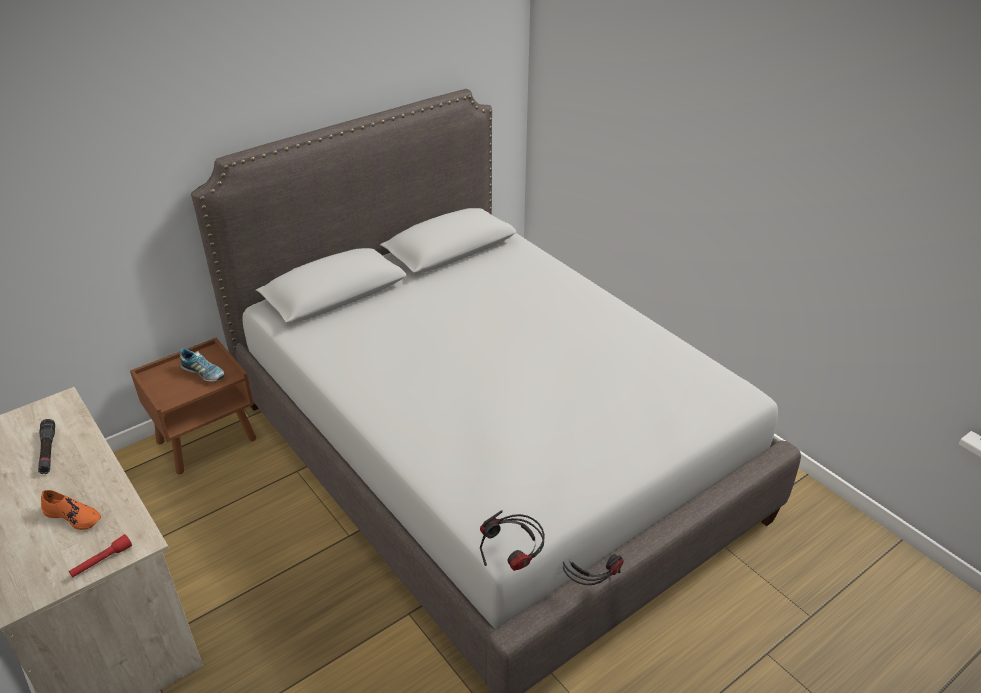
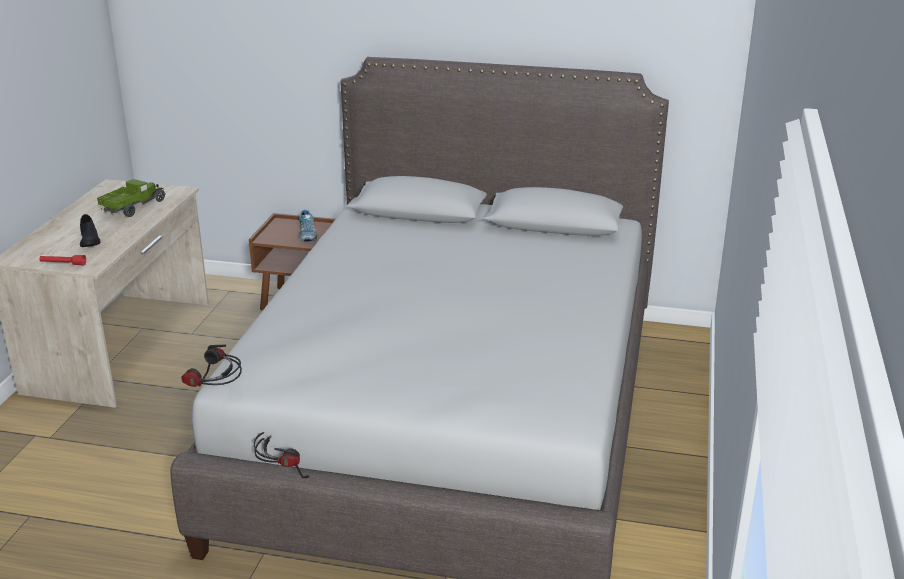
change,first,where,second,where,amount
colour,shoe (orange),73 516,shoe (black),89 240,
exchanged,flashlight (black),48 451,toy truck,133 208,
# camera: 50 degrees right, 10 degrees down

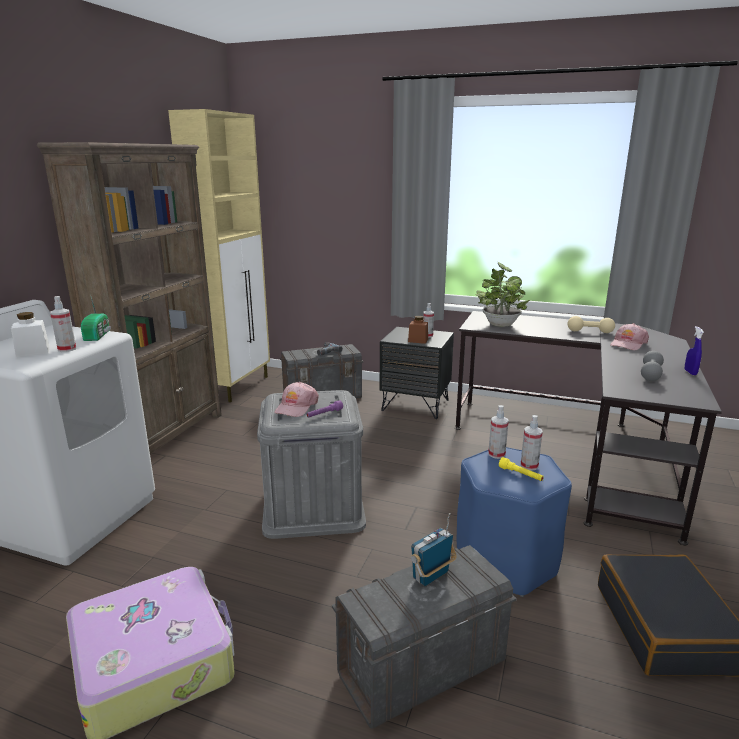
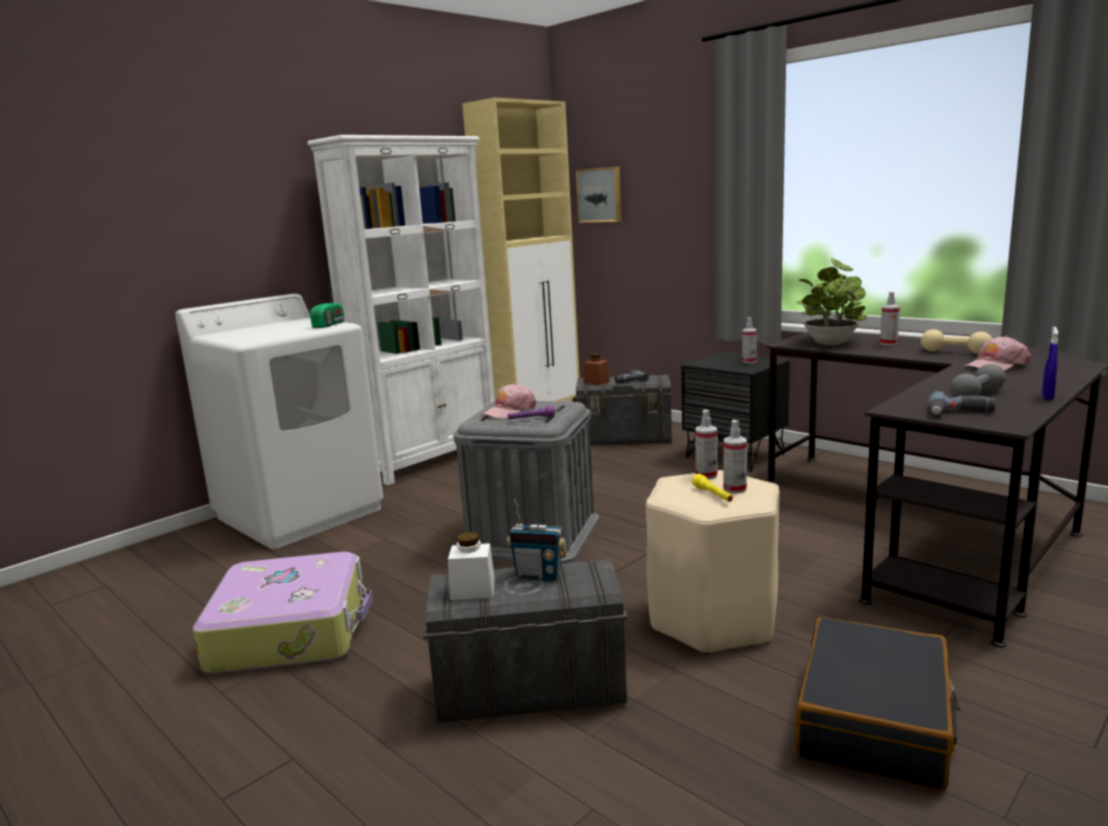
change,first,where,second,where,amount
colour,bookcase (brown),166 436,bookcase (white),431 459,
relocated,jar (white),33 352,,473 590,
spun,radio,431 576,,538 576,150 degrees counterclockwise
appeared,,,picture,600 195,
relocated,jar (brown),418 340,,596 382,
colour,stool (blue),505 561,stool (beige),713 619,
relocated,spray bottle,67 349,,888 343,
appeared,,,power drill,960 413,
# camera: 25 degrees right, 5 degrees down

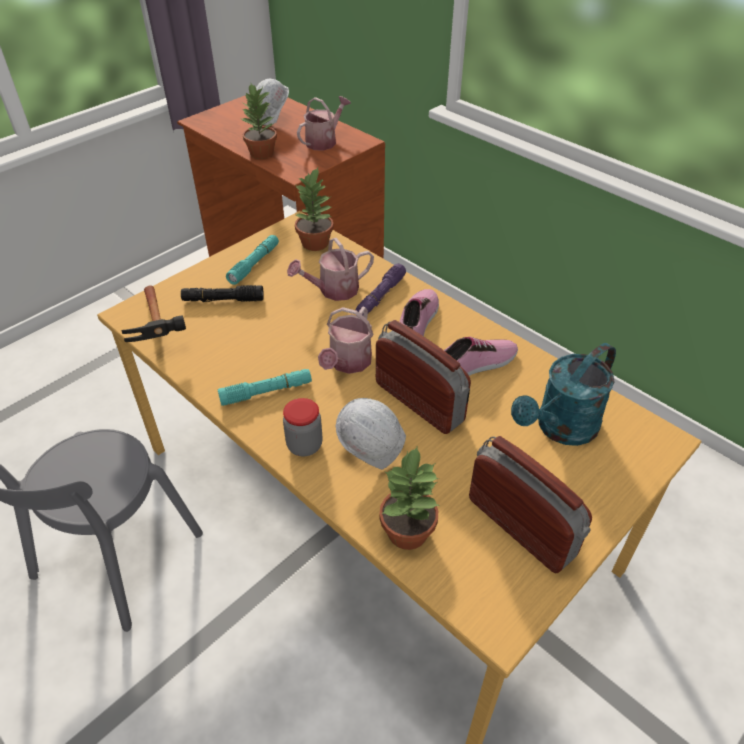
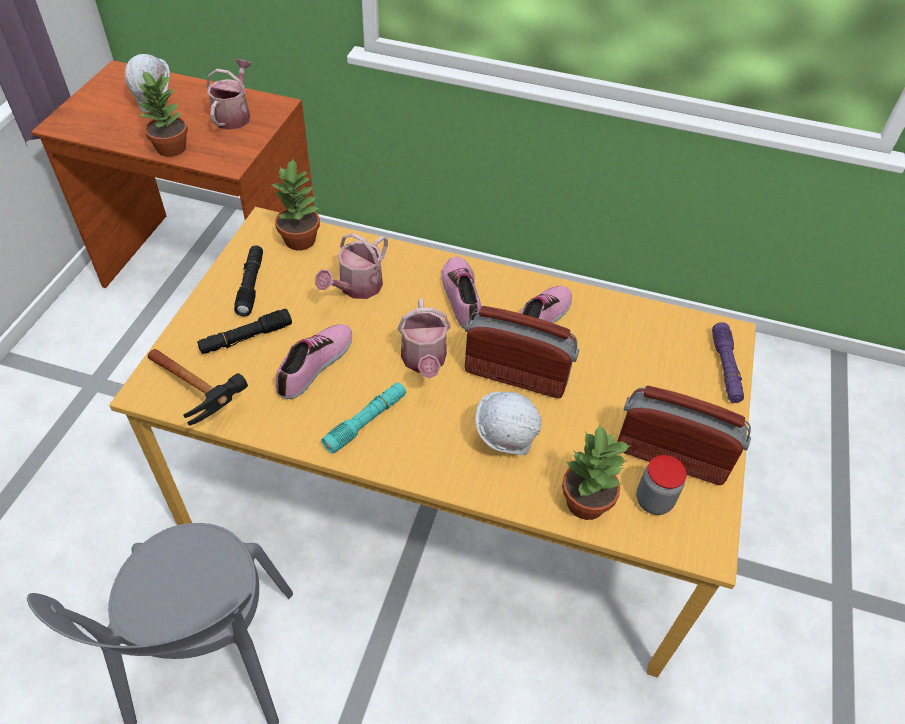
change,first,where,second,where,amount
colour,flashlight (turquoise),254 264,flashlight (black),251 285,
appeared,,,shoe,316 364,
relocated,jar,304 445,,653 501,
relocated,flashlight (purple),380 296,,725 368,
missing,watering can (turquoise),560 429,,,
# camera: 30 degrees left, 5 degrees up

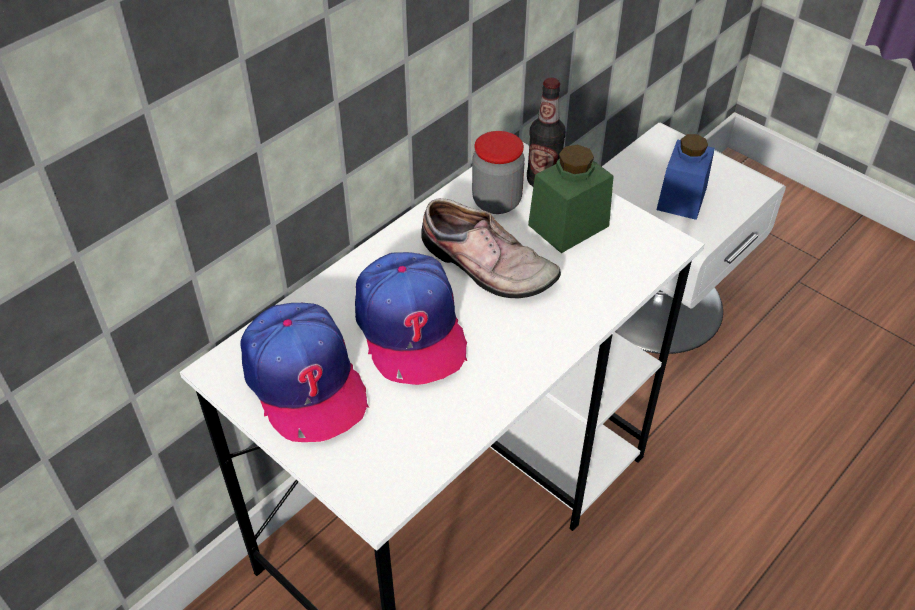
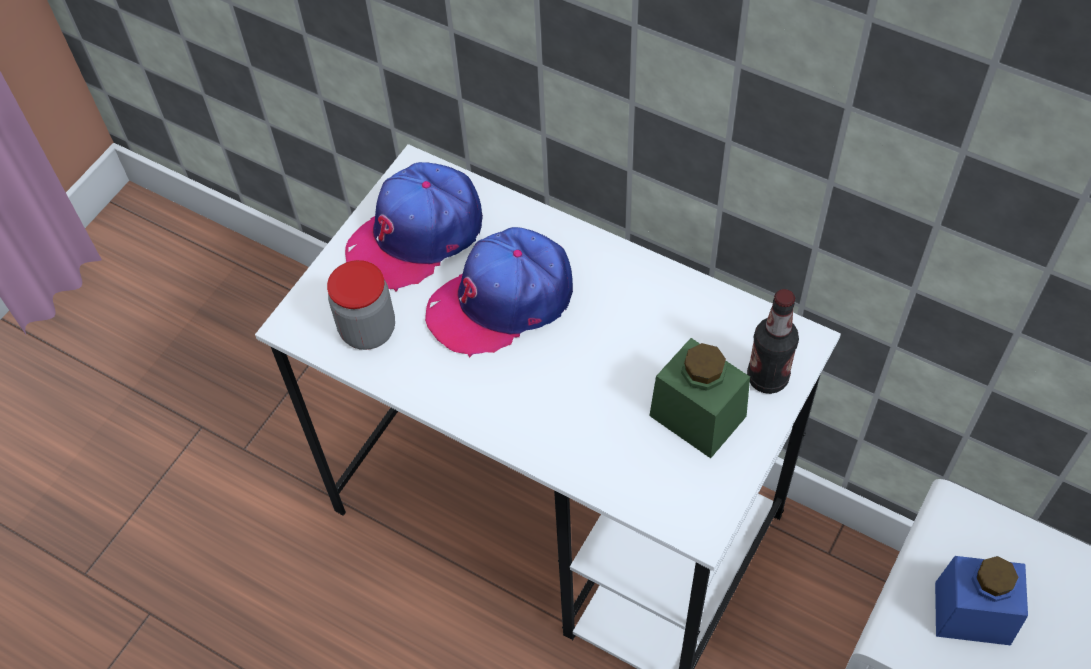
change,first,where,second,where,amount
relocated,jar,496 201,,368 330,
missing,shoe,485 266,,,
# camera: 80 degrees right, 10 degrees up

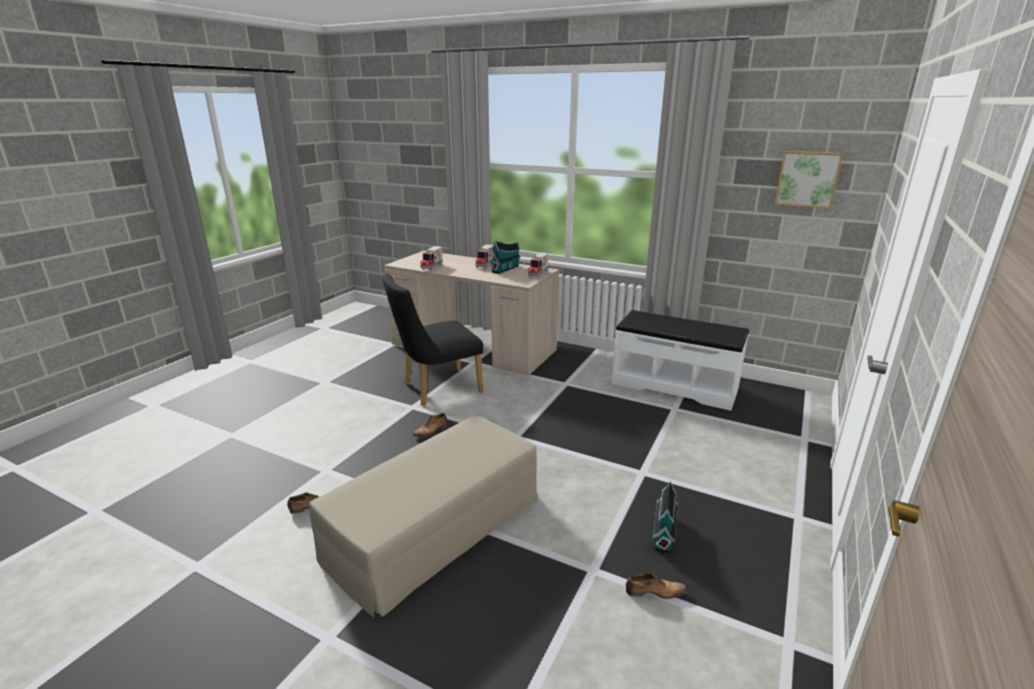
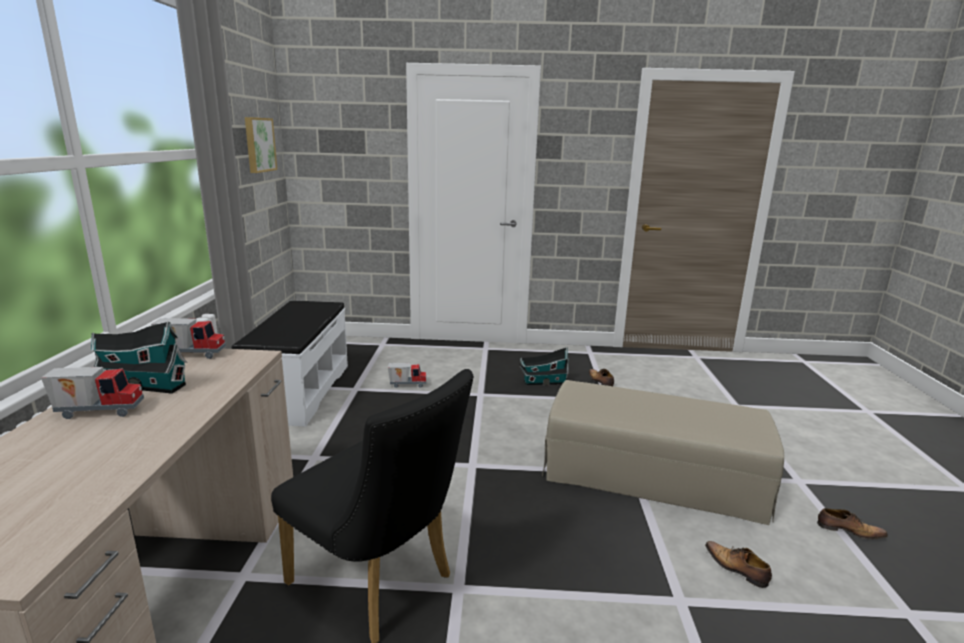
change,first,where,second,where,amount
relocated,toy truck,432 267,,407 384,
relocated,shoe,431 431,,848 531,
# camera: 115 degrees left, 5 degrees down

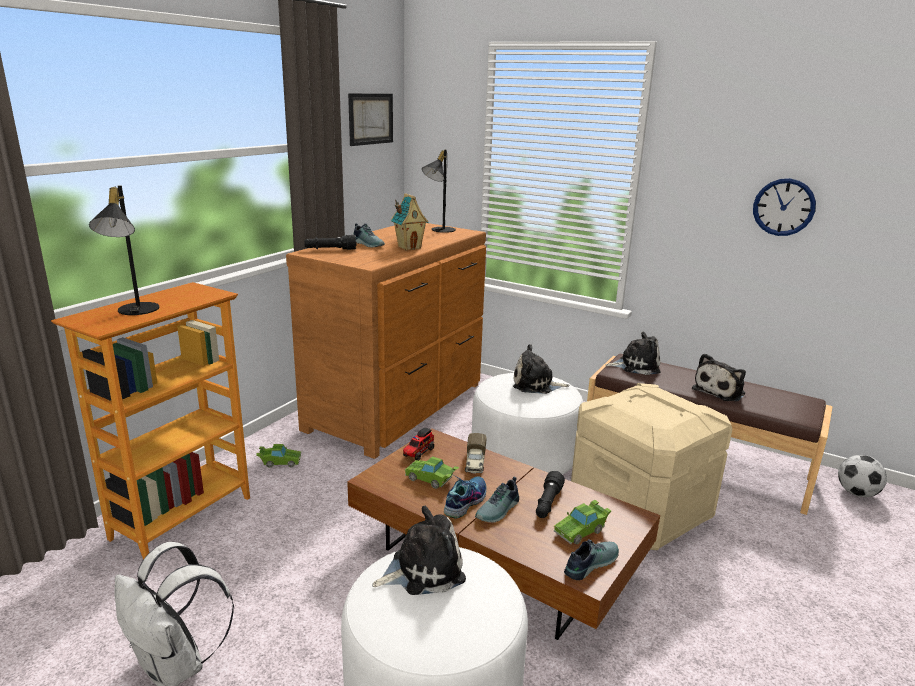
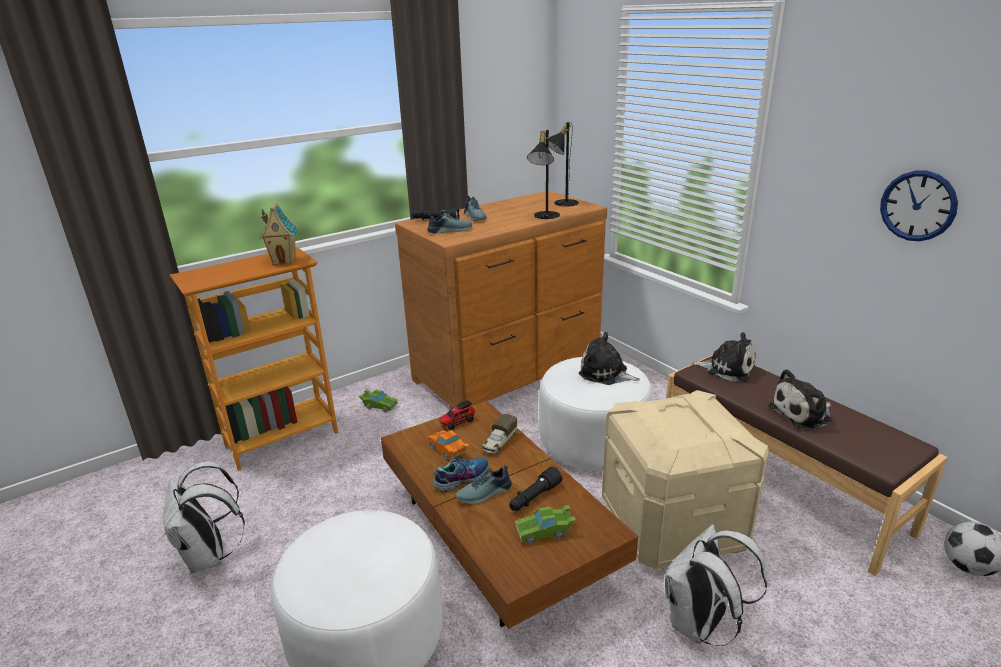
change,first,where,second,where,amount
relocated,toy house,409 247,,284 260,
relocated,shoe,589 563,,449 230,
colour,toy car (green),431 480,toy car (orange),448 451,
relocated,table lamp (black),134 311,,544 216,
appeared,,,backpack (white),700 625,
missing,picture,370 119,,,
missing,plush toy,423 569,,,
# camera: 25 degrees right, 5 degrees up

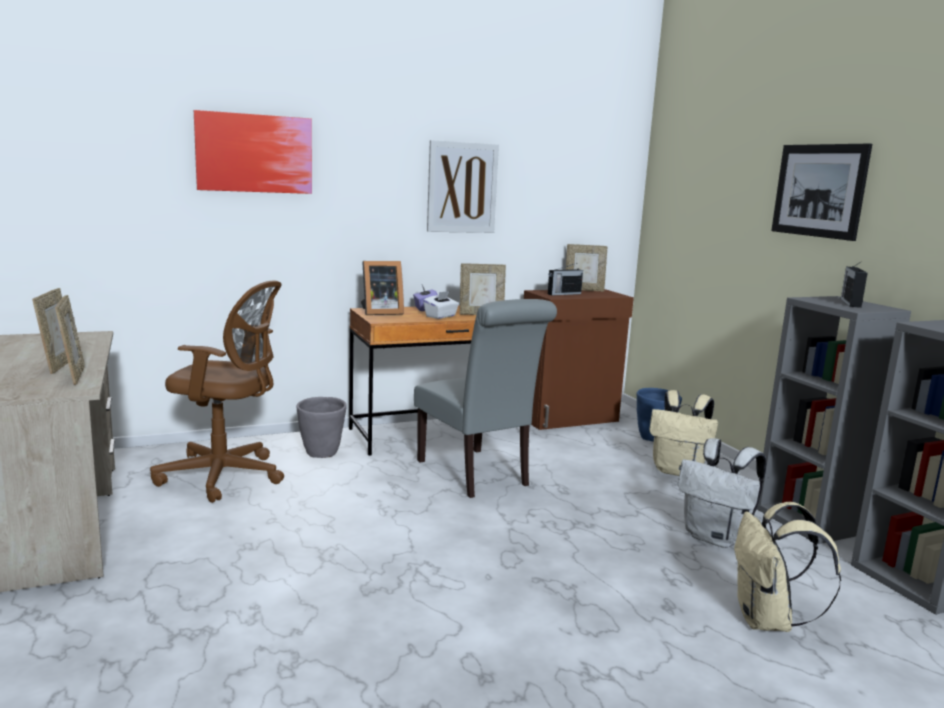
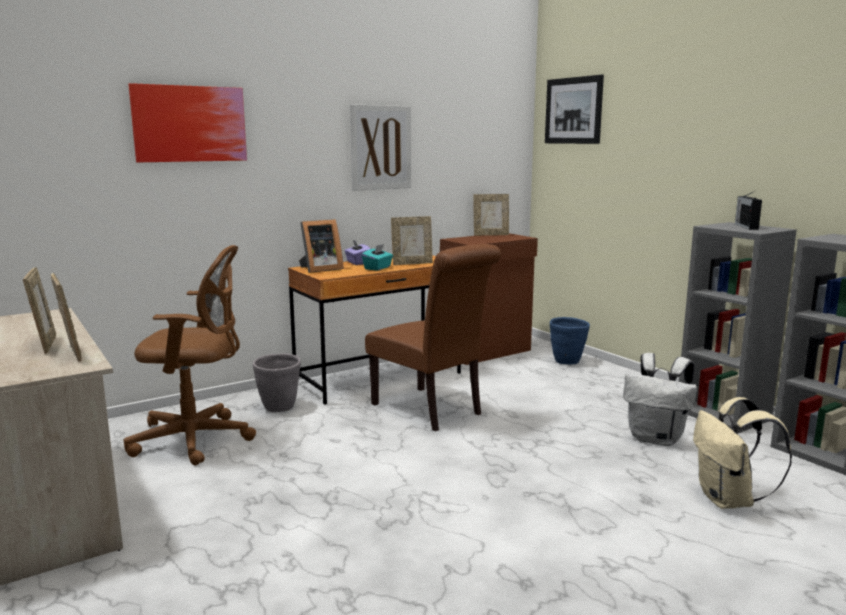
change,first,where,second,where,amount
colour,tissue box (white),441 316,tissue box (turquoise),378 268,
colour,chair (grey),477 475,chair (brown),431 410,
relocated,picture,819 190,,573 110,
missing,radio,563 294,,,
missing,backpack (beige),678 471,,,
# camera: 10 degrees left, 0 degrees up

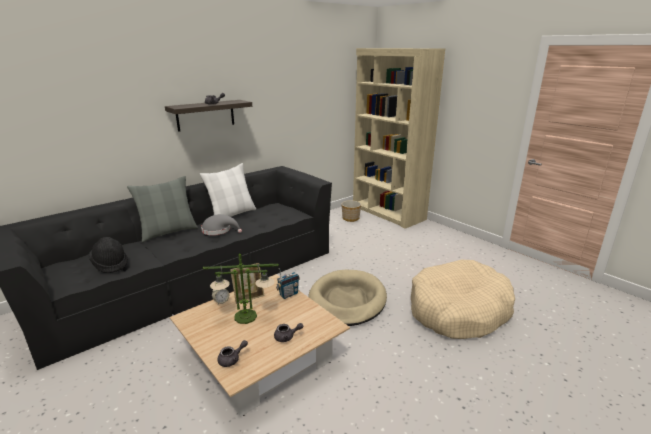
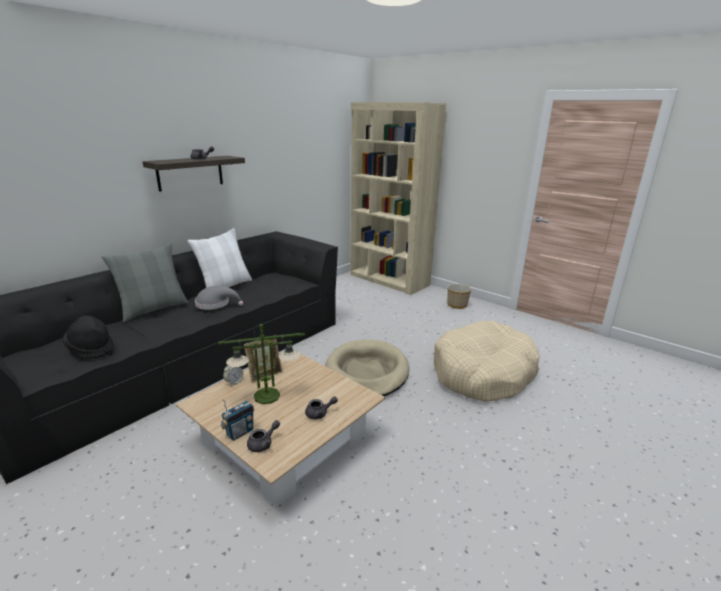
change,first,where,second,where,amount
relocated,radio,288 294,,240 432,
relocated,planter,350 218,,457 305,
# camera: 10 degrees left, 0 degrees up

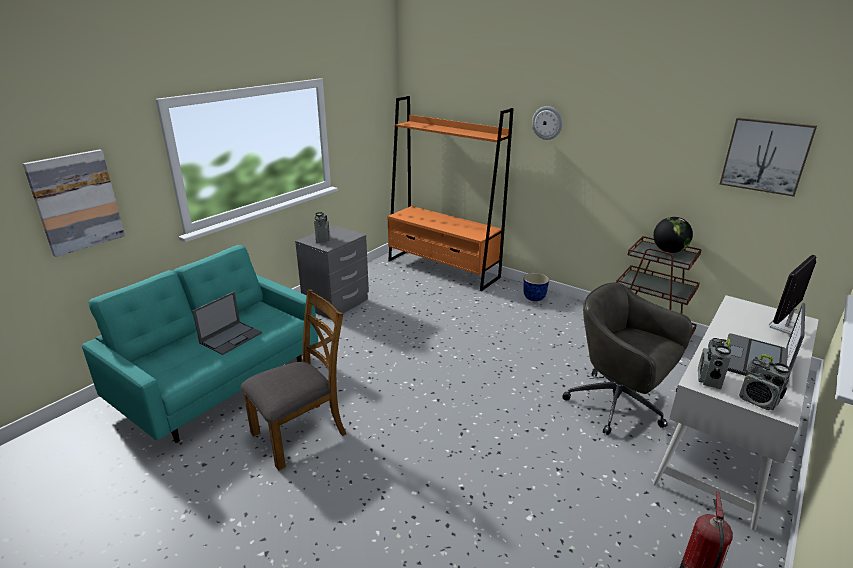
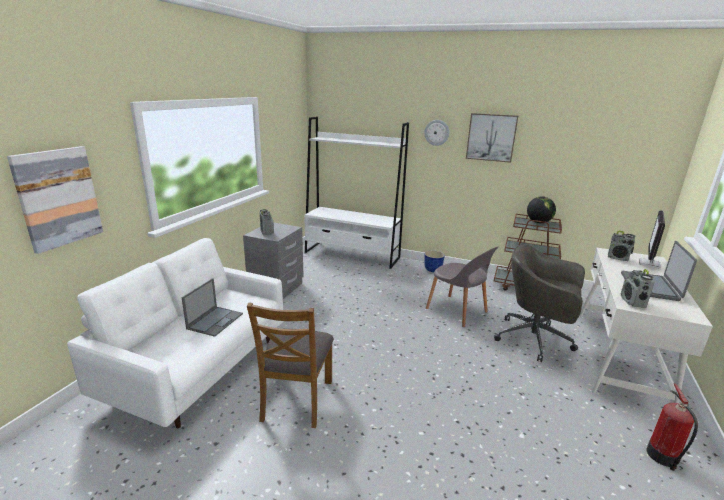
change,first,where,second,where,amount
colour,sofa (turquoise),220 383,sofa (white),199 367,
spun,chair (brown),300 433,,296 400,150 degrees clockwise
colour,bookcase (orange),443 269,bookcase (white),352 255,
appeared,,,chair (grey),457 311,
relocated,picture,765 156,,491 137,
relocated,radio,758 401,,618 258,
# camera: 15 degrees left, 5 degrees down

